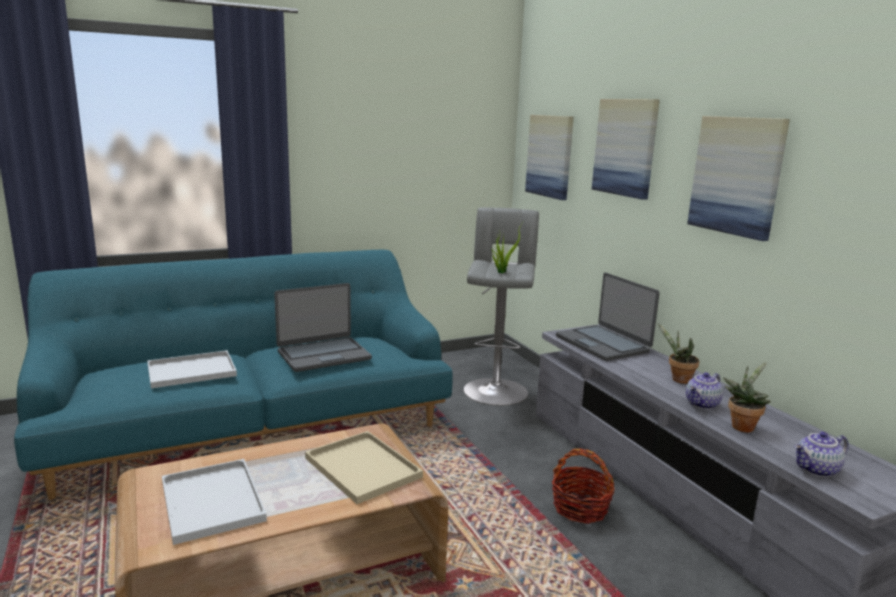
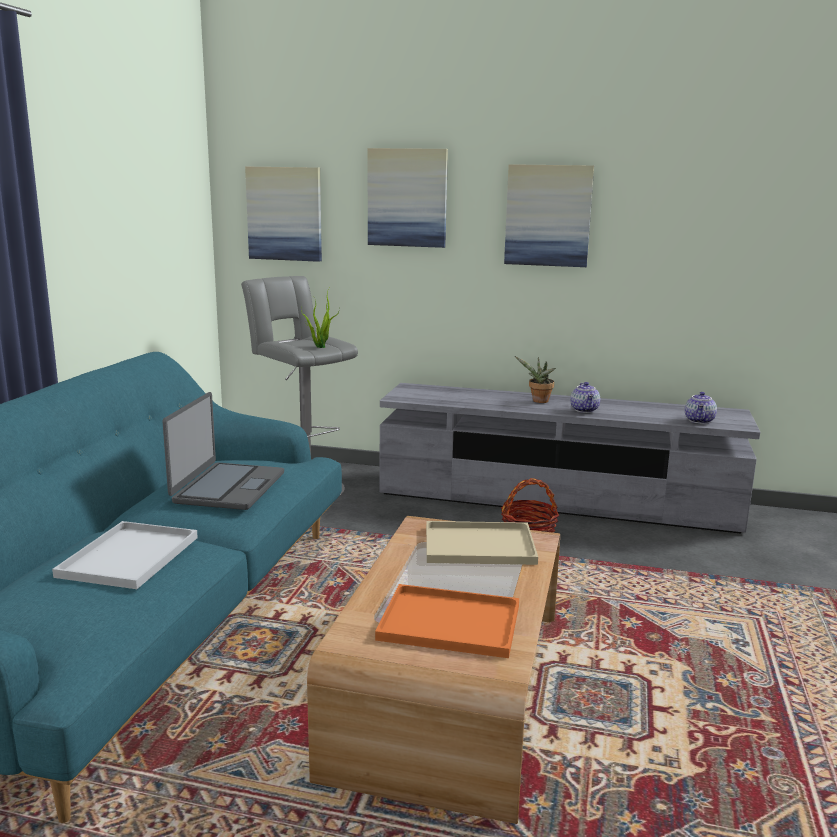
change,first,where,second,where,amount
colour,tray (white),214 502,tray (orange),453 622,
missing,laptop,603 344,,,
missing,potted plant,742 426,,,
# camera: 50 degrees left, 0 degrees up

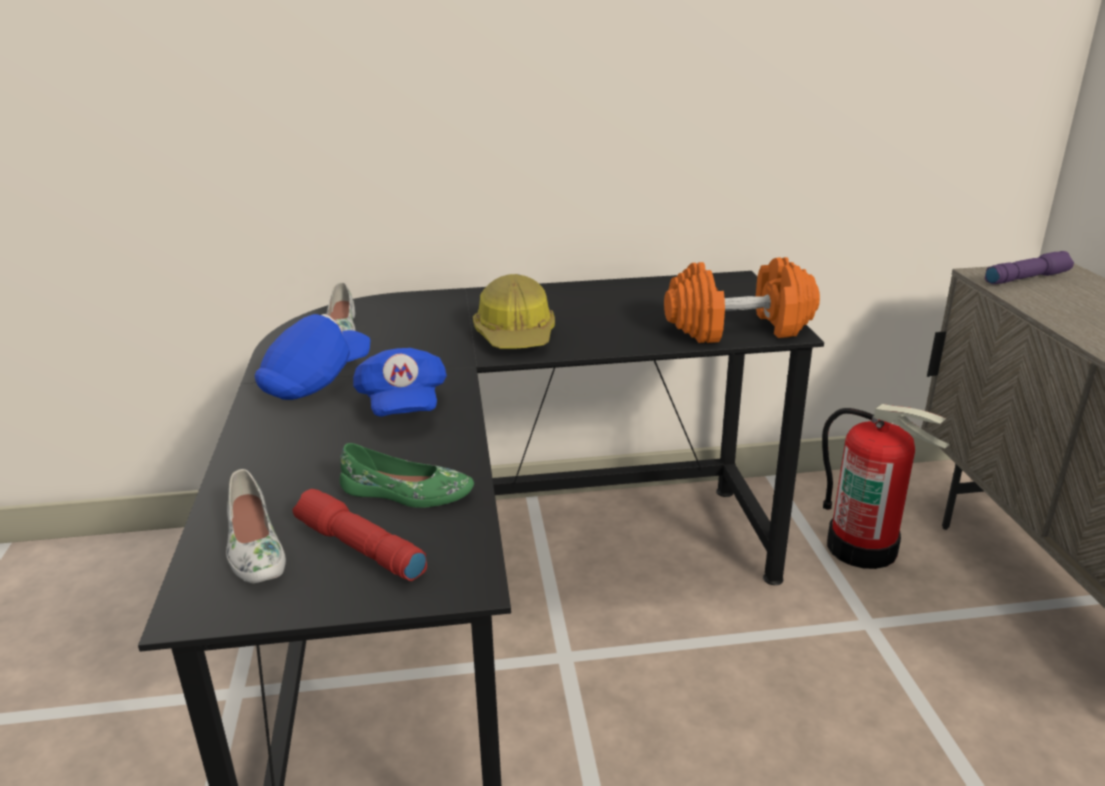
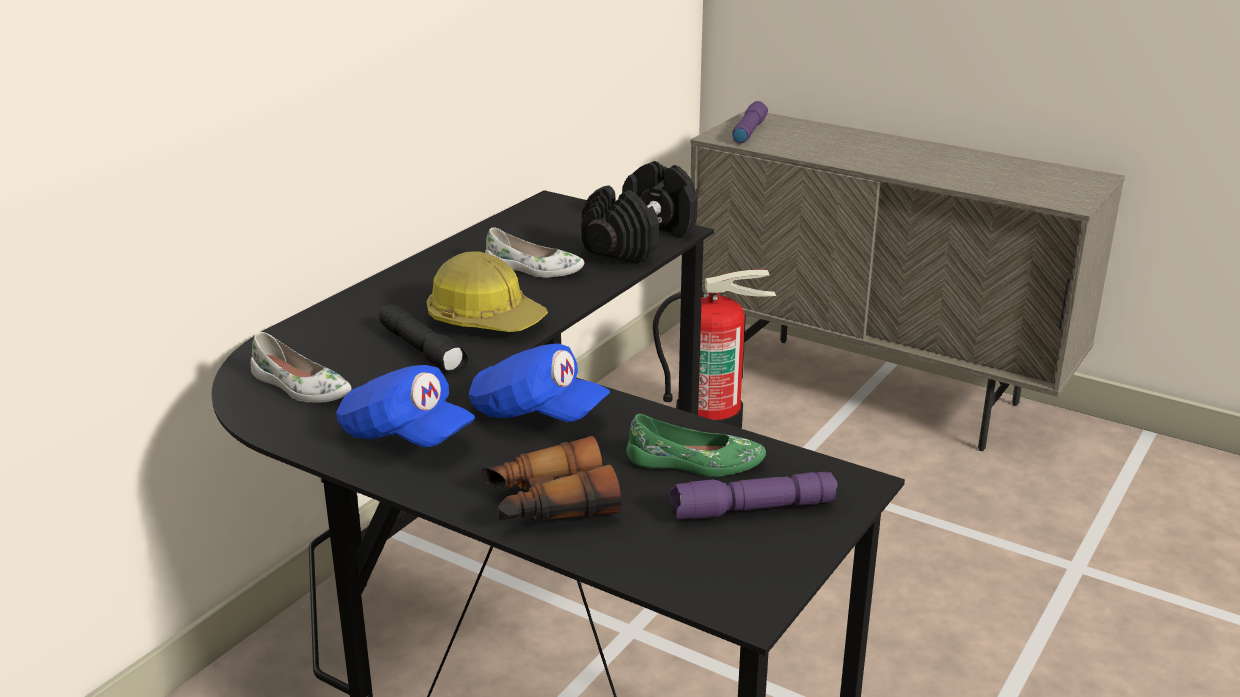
change,first,where,second,where,amount
spun,cap (blue),316 381,,405 436,135 degrees clockwise
appeared,,,flashlight (black),423 350,
appeared,,,binoculars,548 504,
relocated,shoe (white),253 547,,533 269,
colour,dumbbell (orange),739 328,dumbbell (black),639 241,
spun,shoe (green),406 493,,695 463,45 degrees clockwise
colour,flashlight (red),358 549,flashlight (purple),752 510,
# camera: 50 degrees left, 0 degrees up

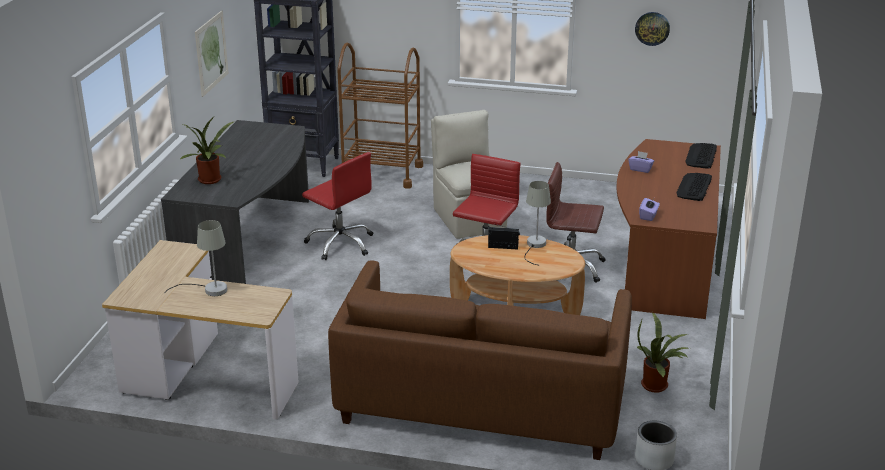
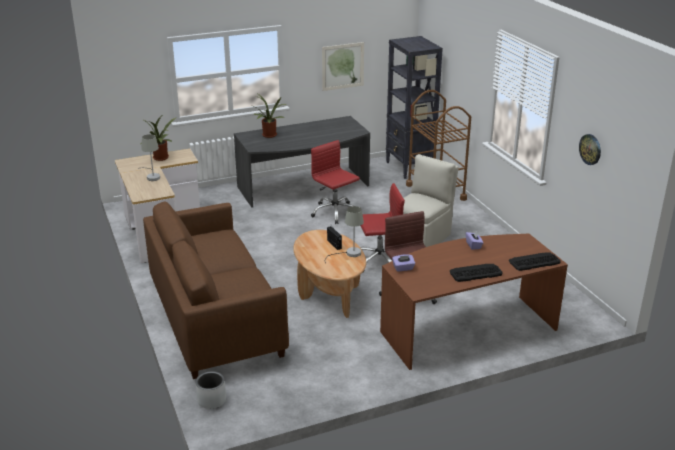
change,first,where,second,where,amount
relocated,potted plant,657 385,,161 158,
spun,office chair (red),340 243,,334 212,135 degrees clockwise
# camera: 55 degrees right, 0 degrees up

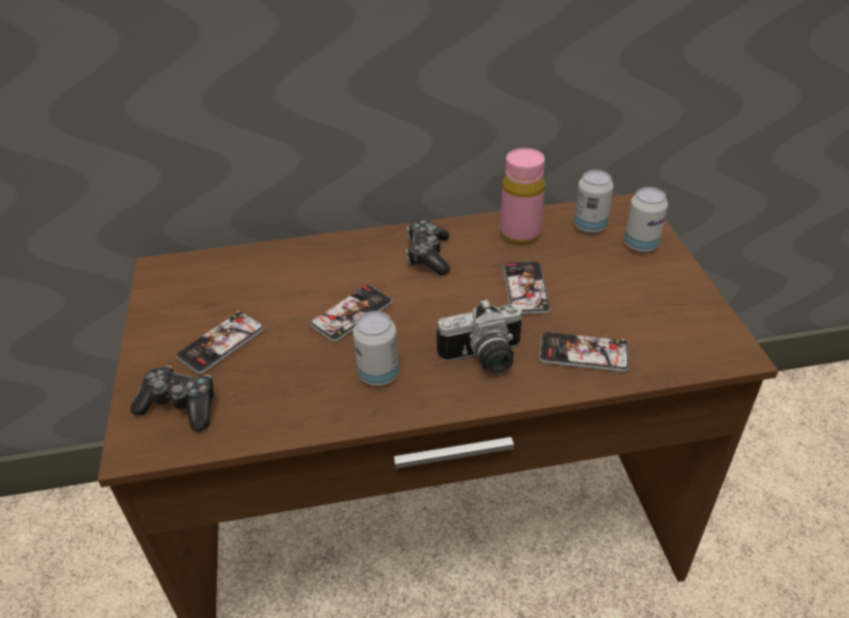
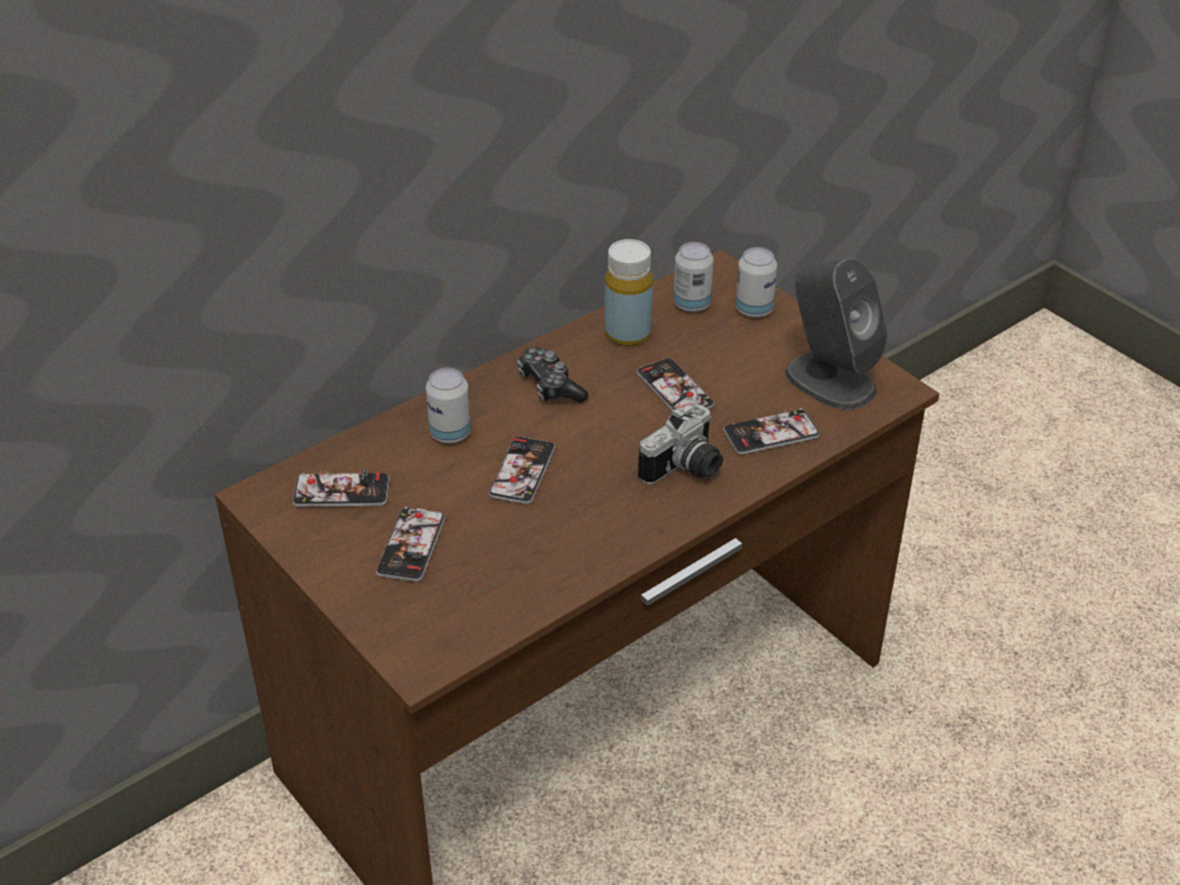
change,first,where,second,where,amount
appeared,,,phone,341 491,
relocated,can,378 374,,450 433,
colour,bottle (pink),520 234,bottle (yellow),627 333,
appeared,,,speaker (grey),829 380,
missing,game controller,180 406,,,
# camera: 30 degrees left, 0 degrees up

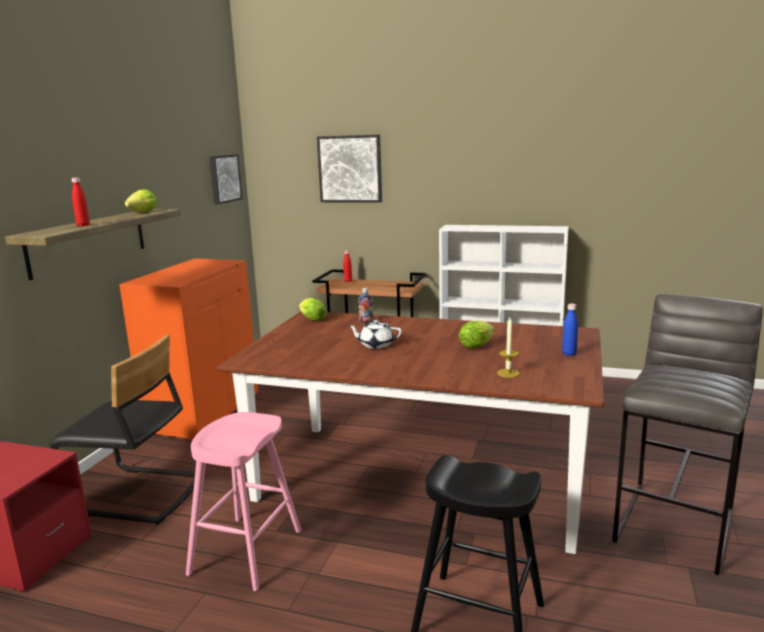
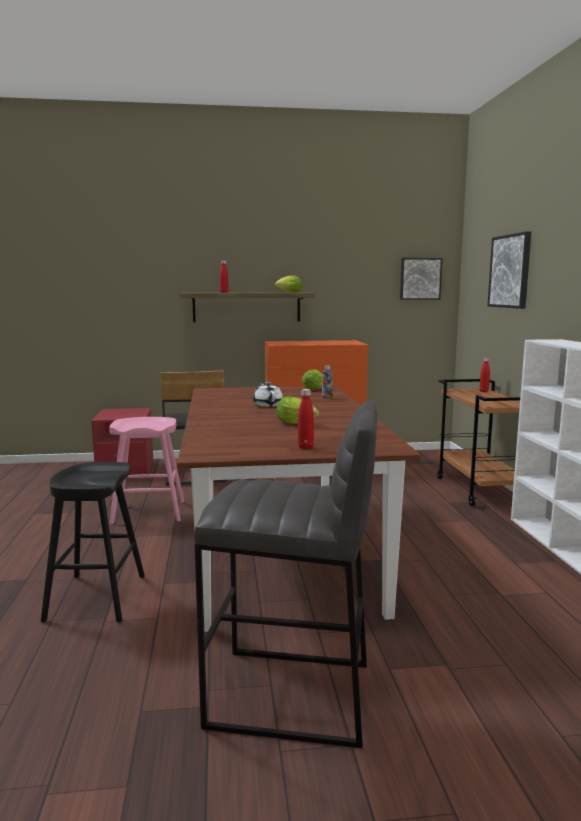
change,first,where,second,where,amount
colour,bottle (blue),569 354,bottle (red),305 447,
missing,candle,508 373,,,
# camera: 65 degrees right, 5 degrees down

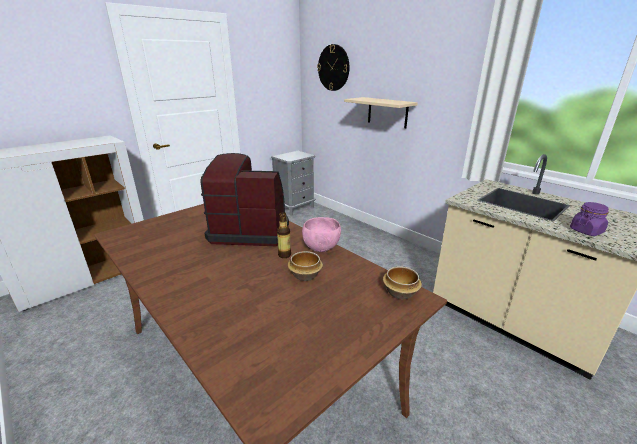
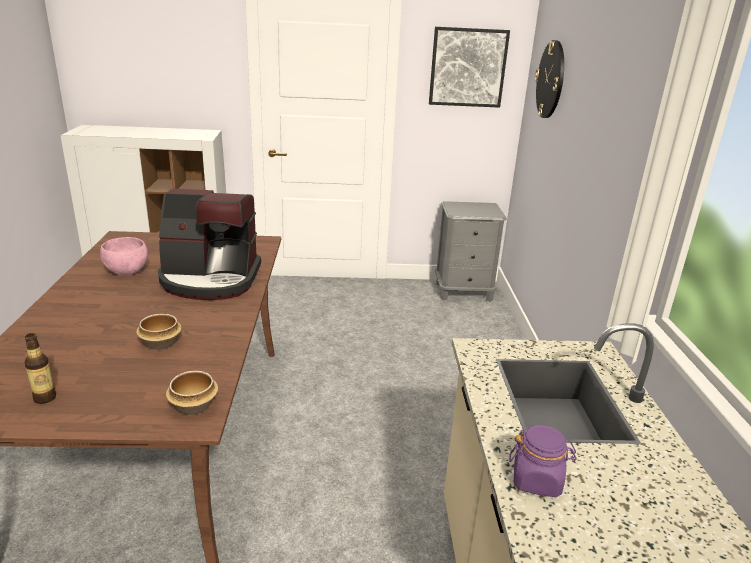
change,first,where,second,where,amount
relocated,bottle,284 255,,45 398,
relocated,bowl (pink),320 248,,126 271,
spun,coffee machine,250 230,,210 279,135 degrees clockwise
appeared,,,picture,467 67,
missing,shelf (beige),387 112,,,
# camera: 40 degrees right, 0 degrees up

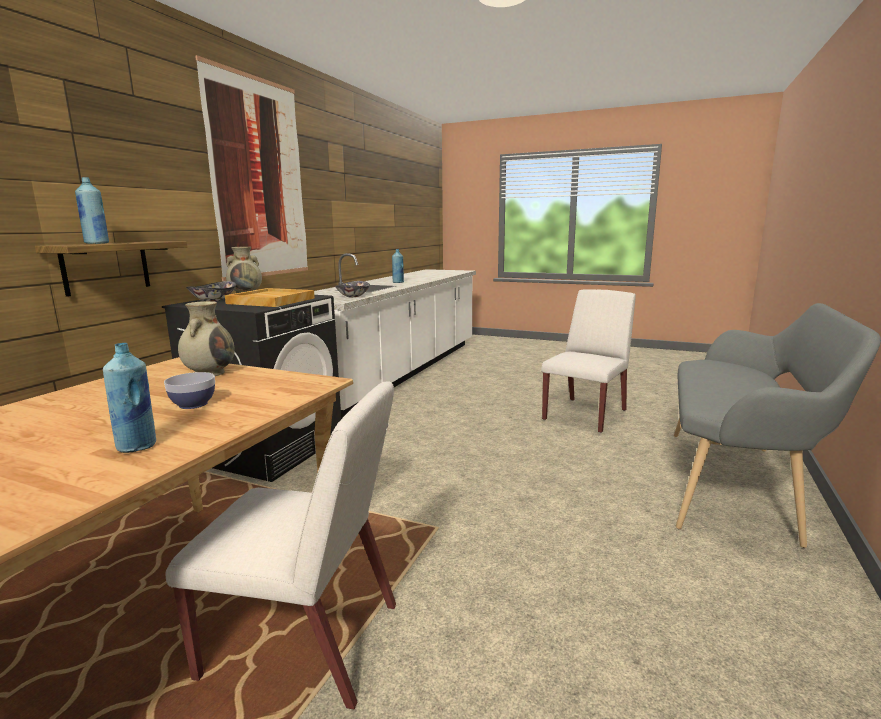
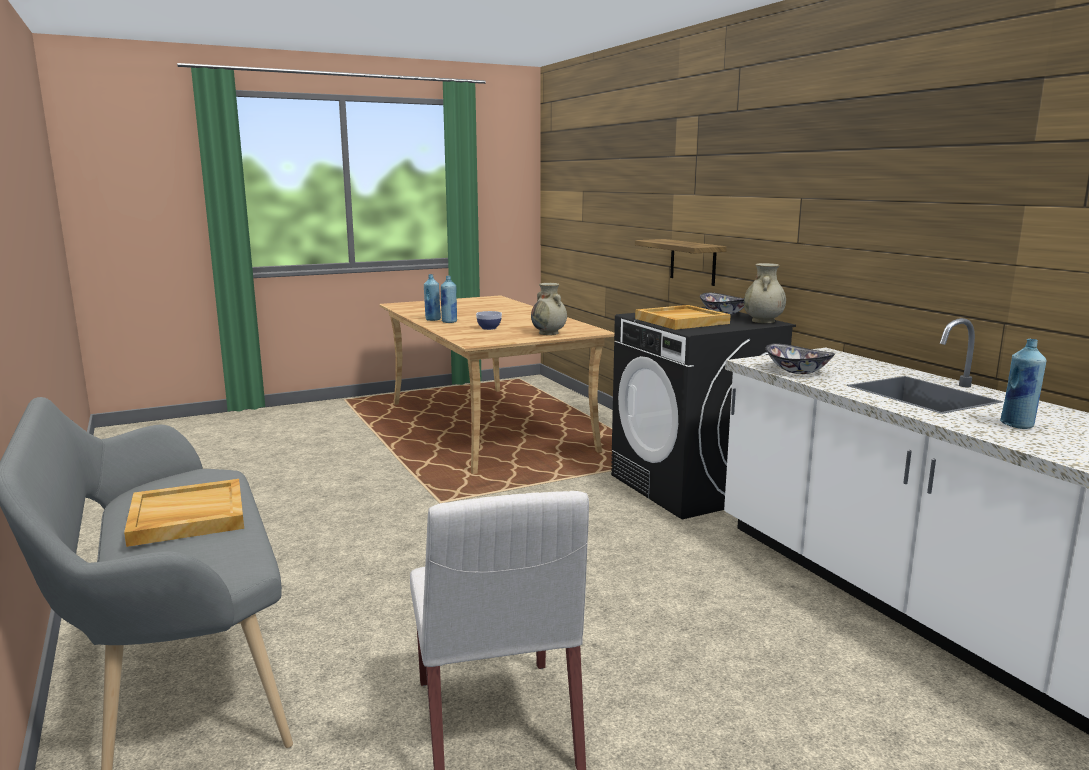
change,first,where,second,where,amount
appeared,,,tray (beige),186 517,
relocated,bottle (blue),97 243,,432 319,
missing,chair (white),305 640,,,
missing,picture,259 179,,,
# camera: 130 degrees right, 0 degrees up

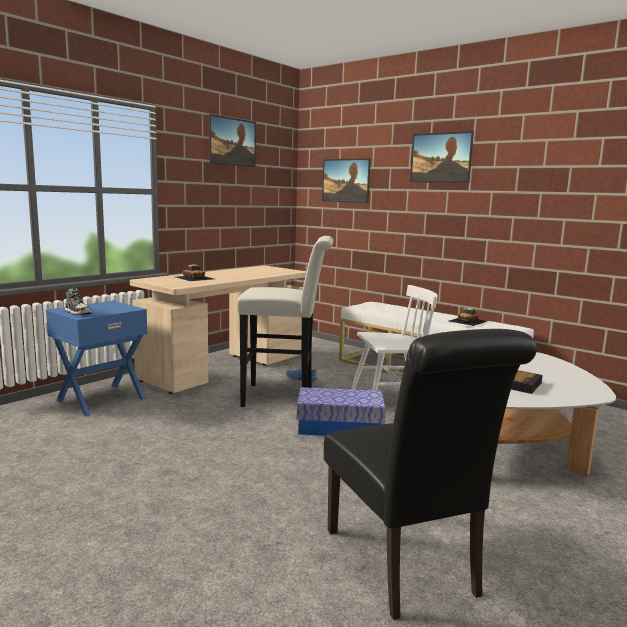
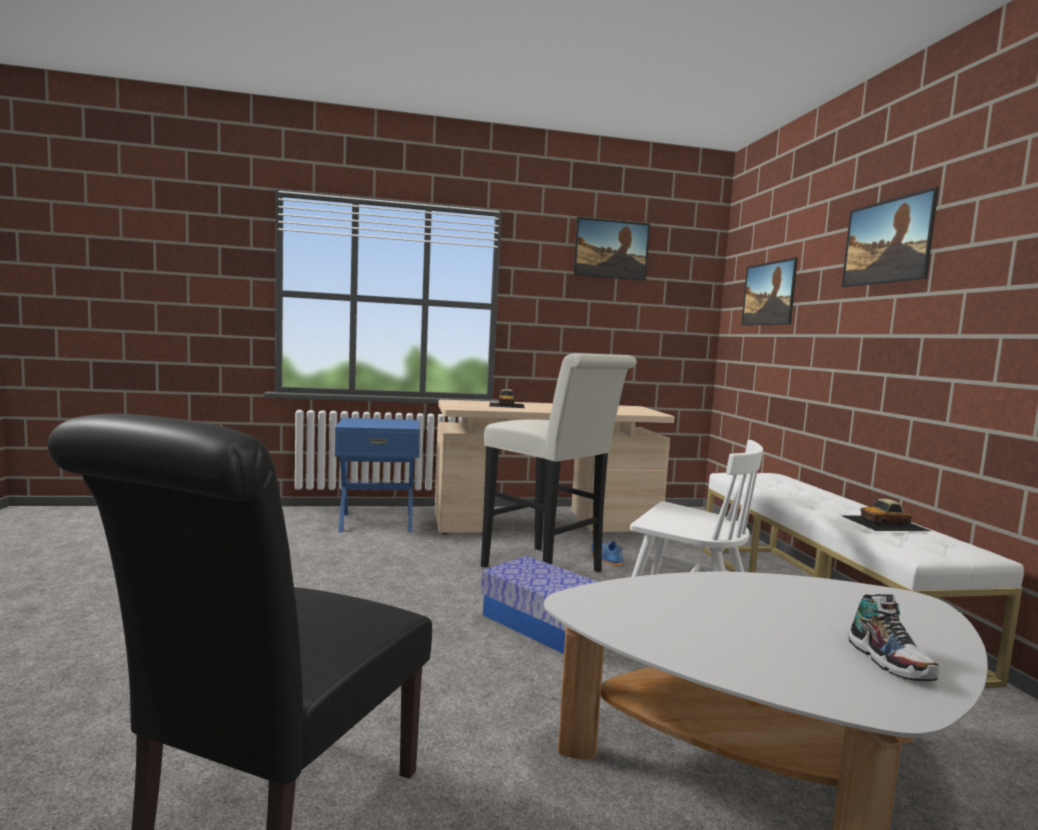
change,first,where,second,where,amount
relocated,shoe,78 313,,889 661,
missing,alarm clock,524 385,,,
# camera: 40 degrees right, 5 degrees down

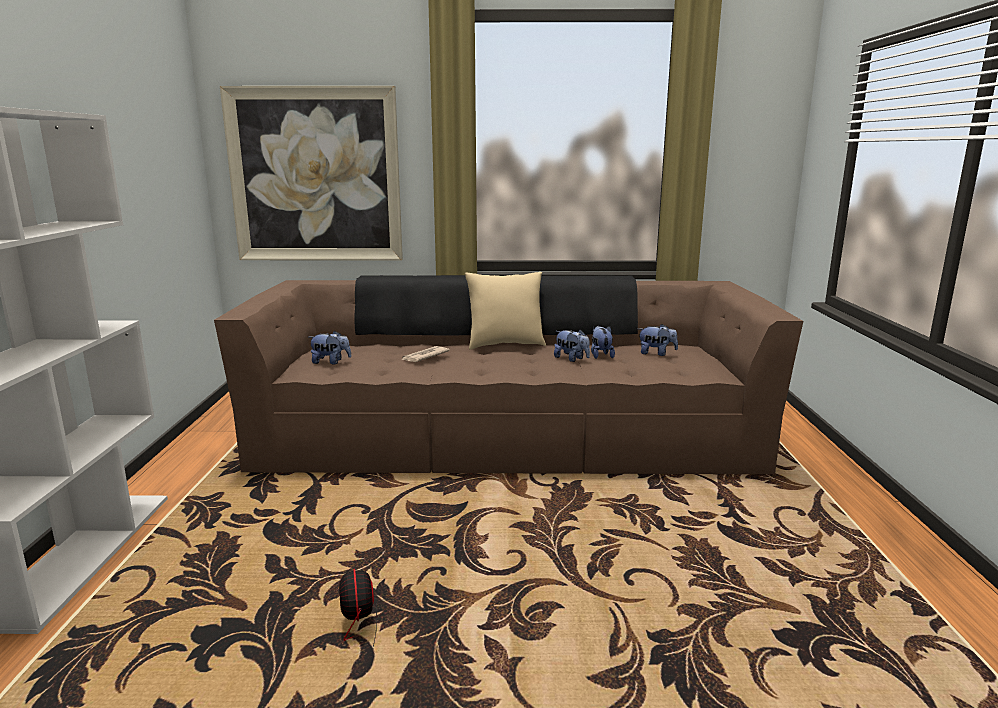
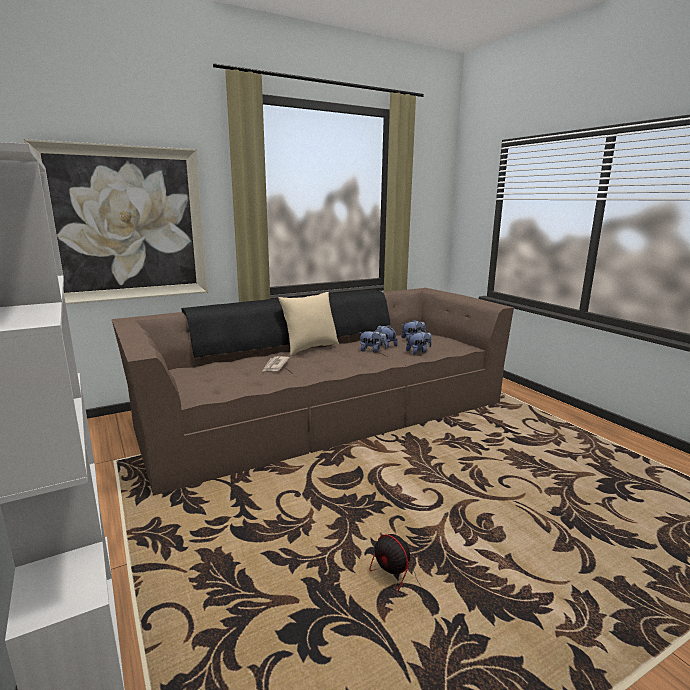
change,first,where,second,where,amount
relocated,plush toy,331 362,,418 352,
# camera: 30 degrees left, 0 degrees up

